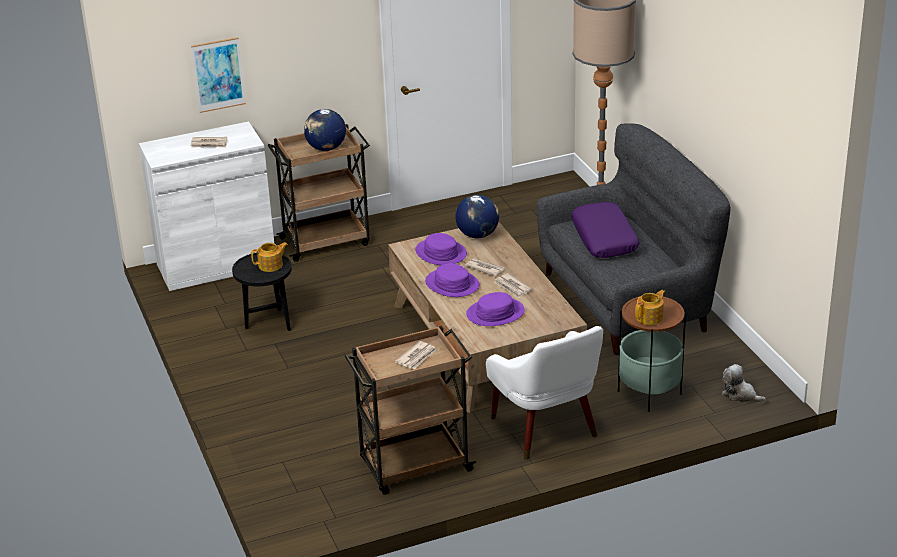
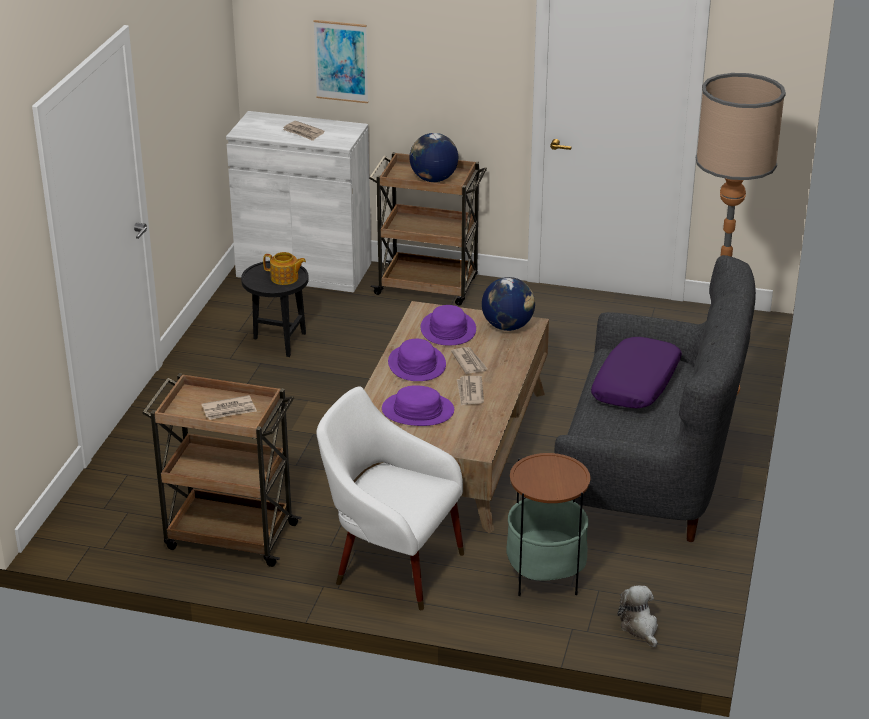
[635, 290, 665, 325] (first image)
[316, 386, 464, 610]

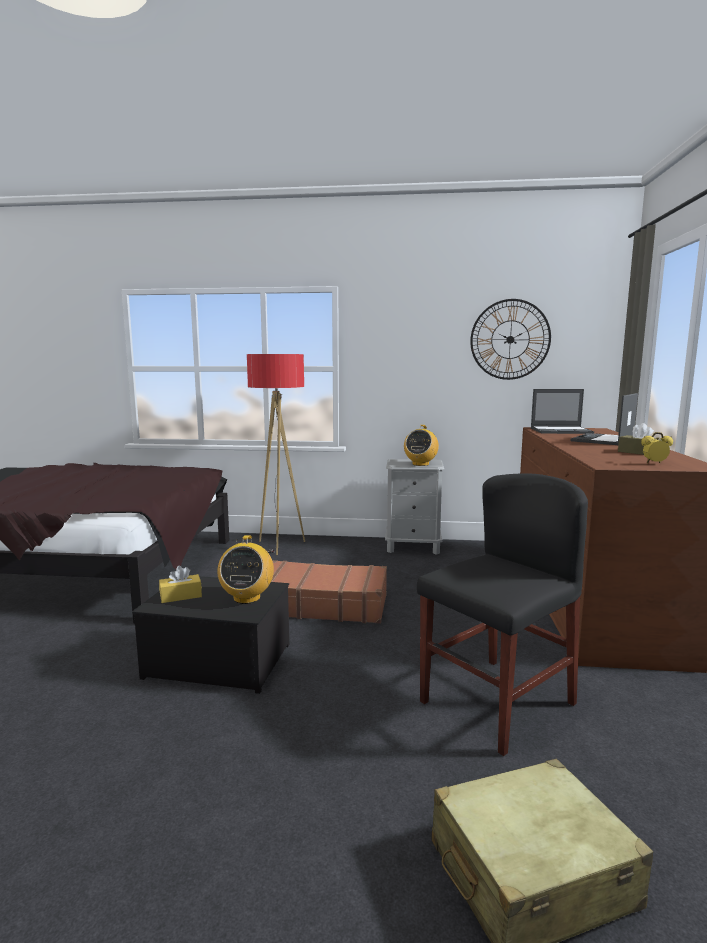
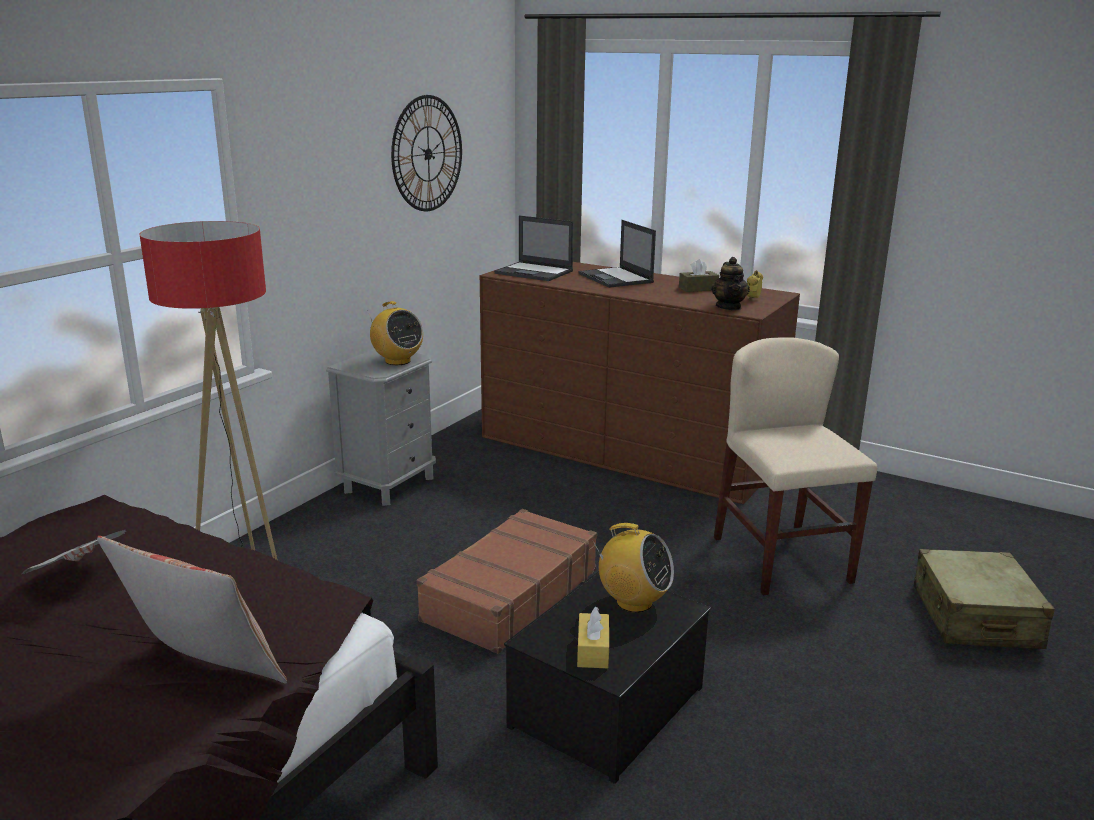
[22, 530, 126, 574]
[97, 536, 287, 684]
[711, 257, 750, 310]
[714, 337, 877, 595]
[494, 215, 574, 281]

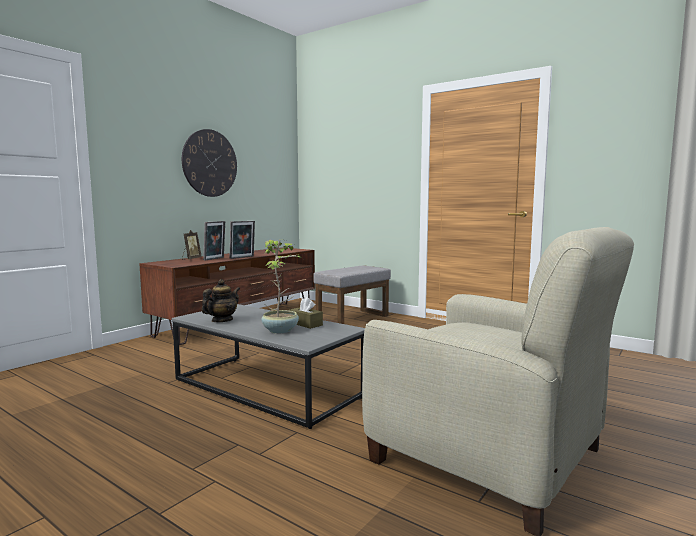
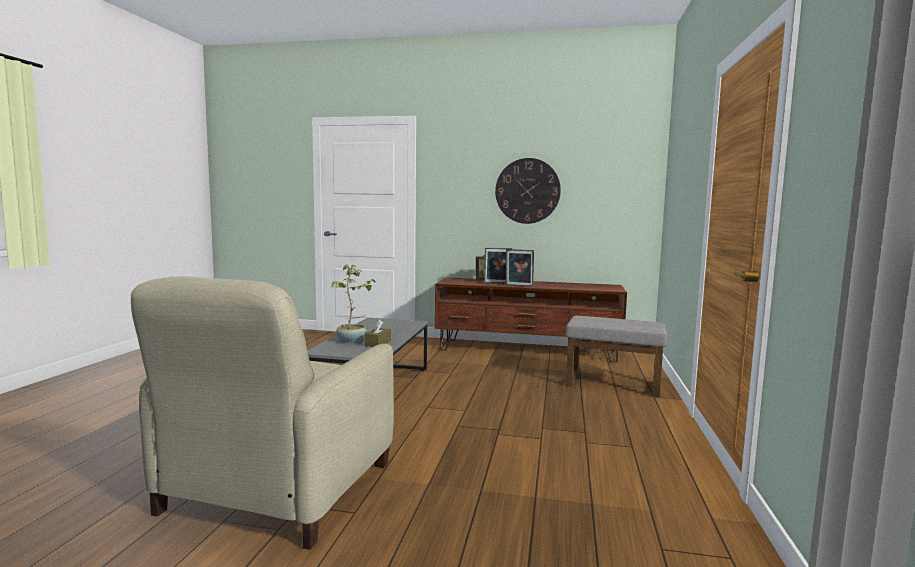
[202, 279, 240, 322] (first image)

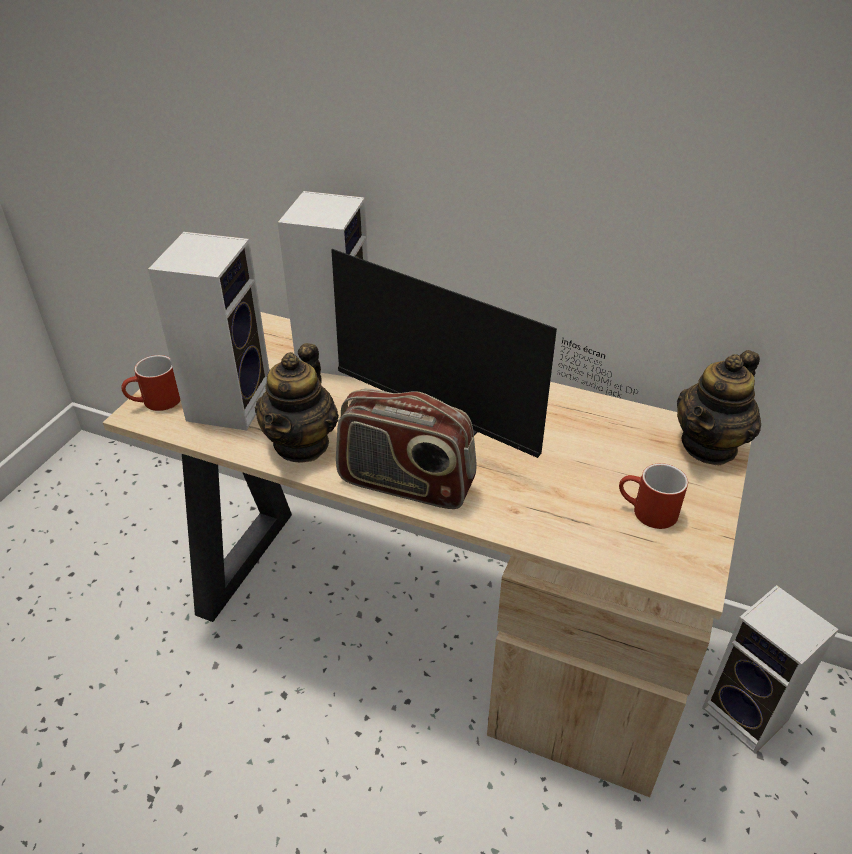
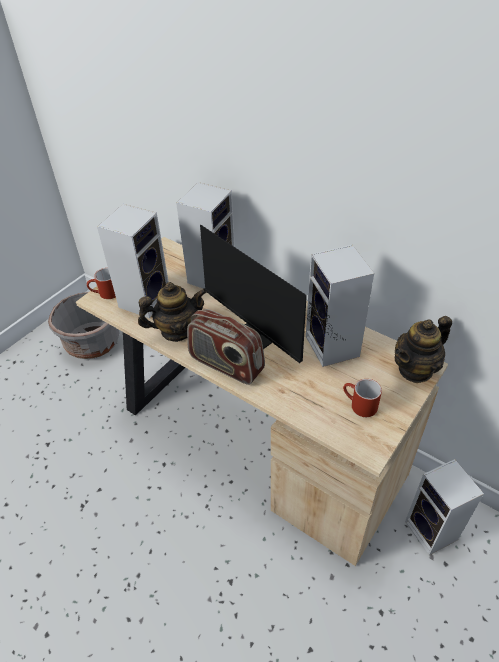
[48, 292, 119, 359]
[306, 245, 374, 367]
[138, 282, 207, 342]

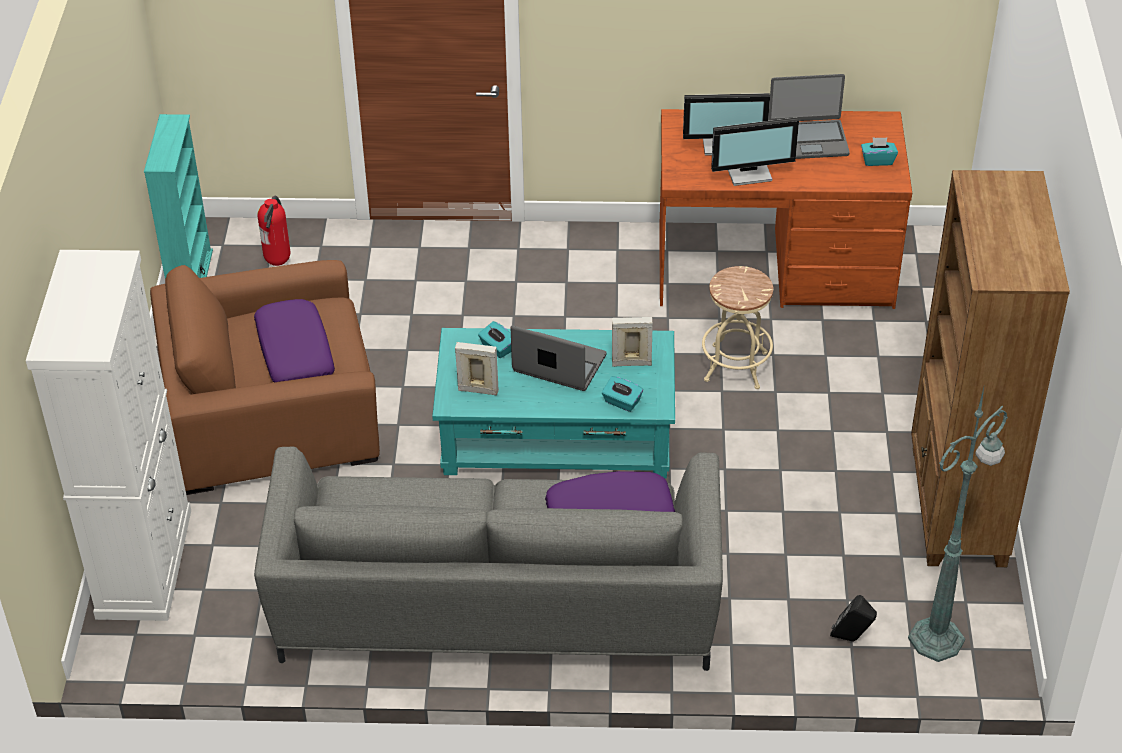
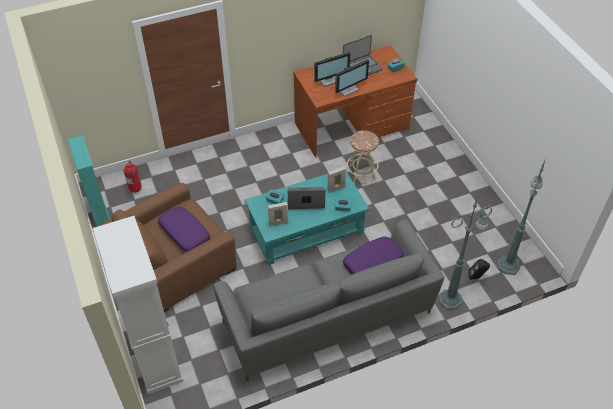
[911, 170, 1070, 567] (first image)
[438, 195, 492, 310]

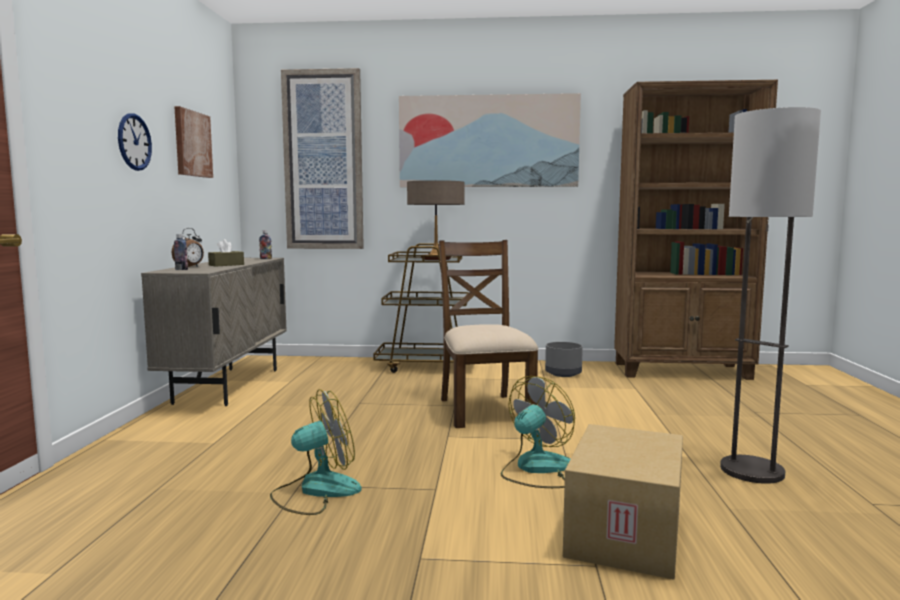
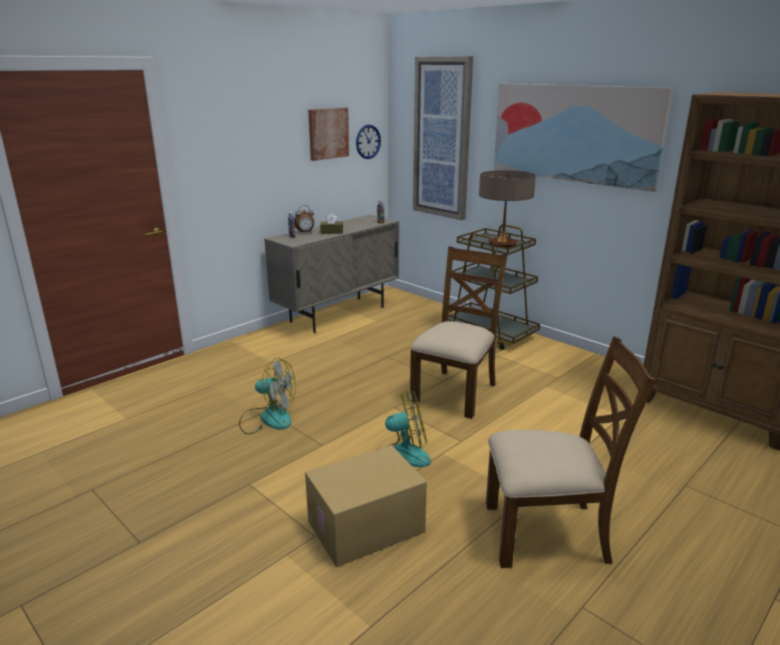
[545, 342, 583, 377] (first image)
[356, 125, 381, 159]
[486, 336, 656, 568]

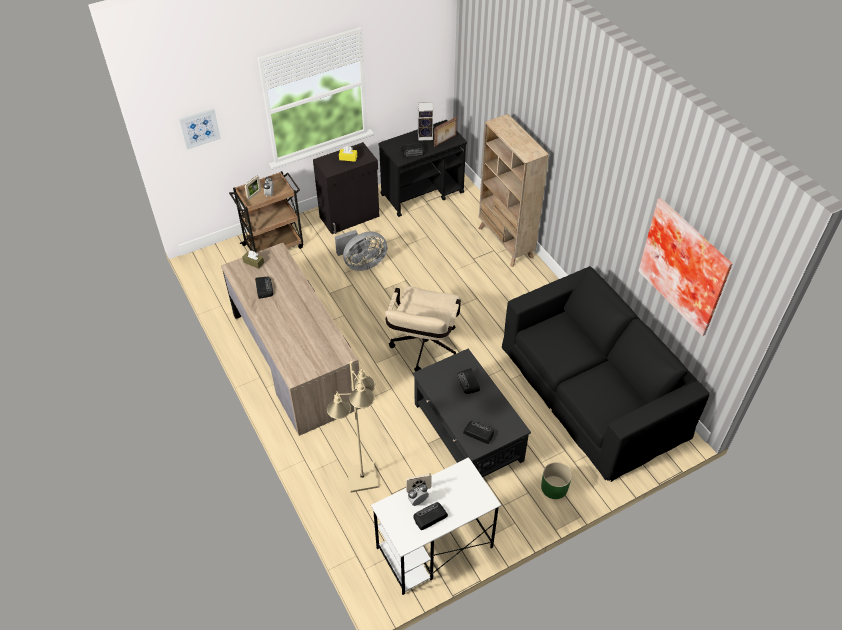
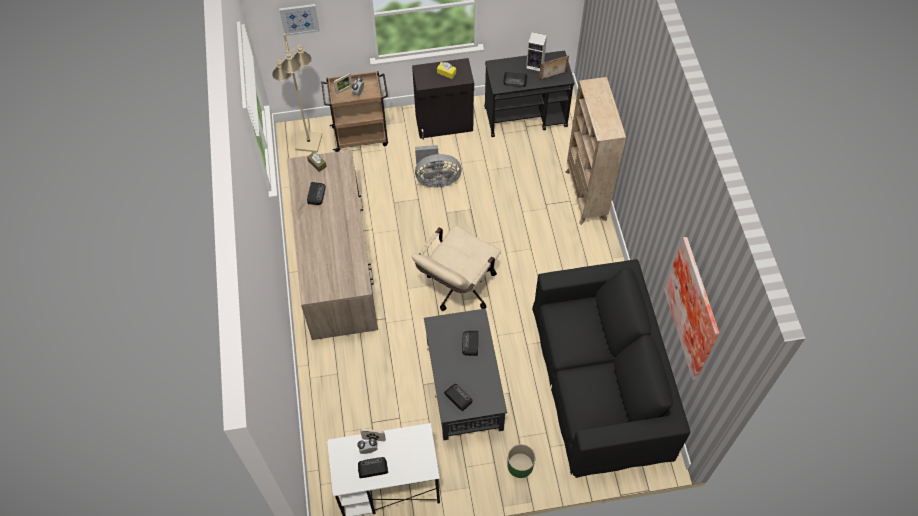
[272, 33, 322, 153]

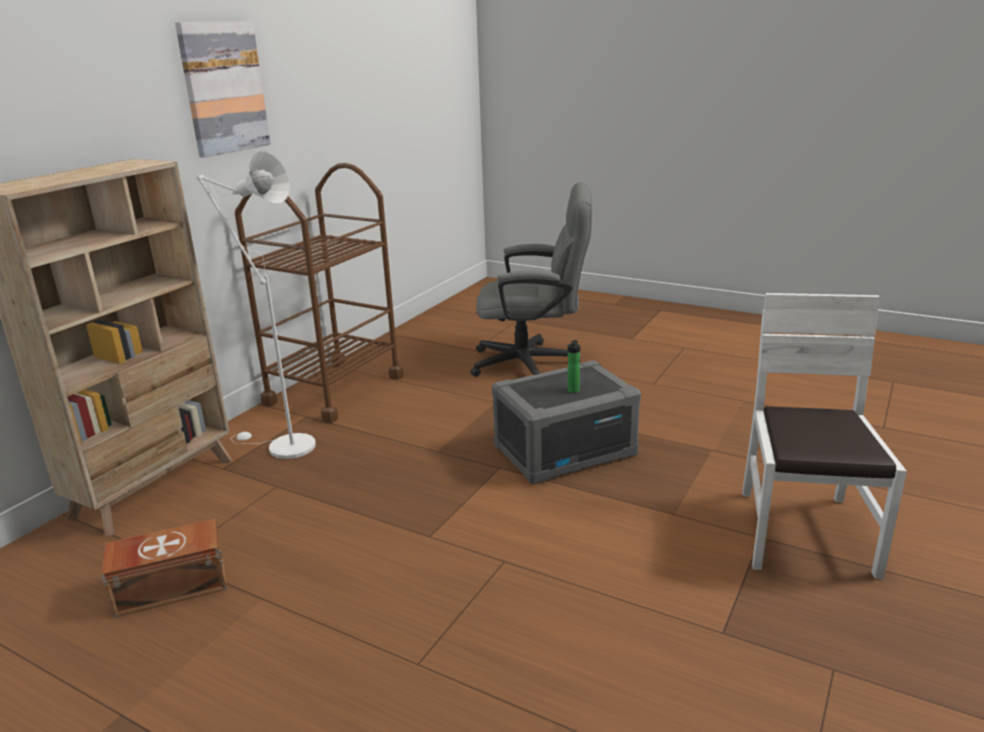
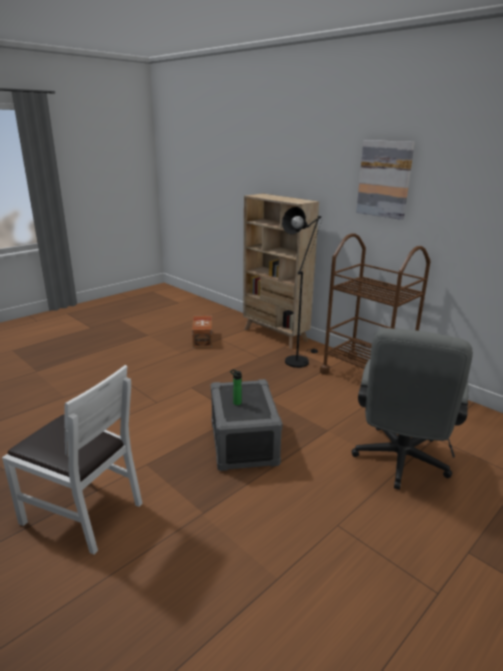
[282, 207, 322, 368]

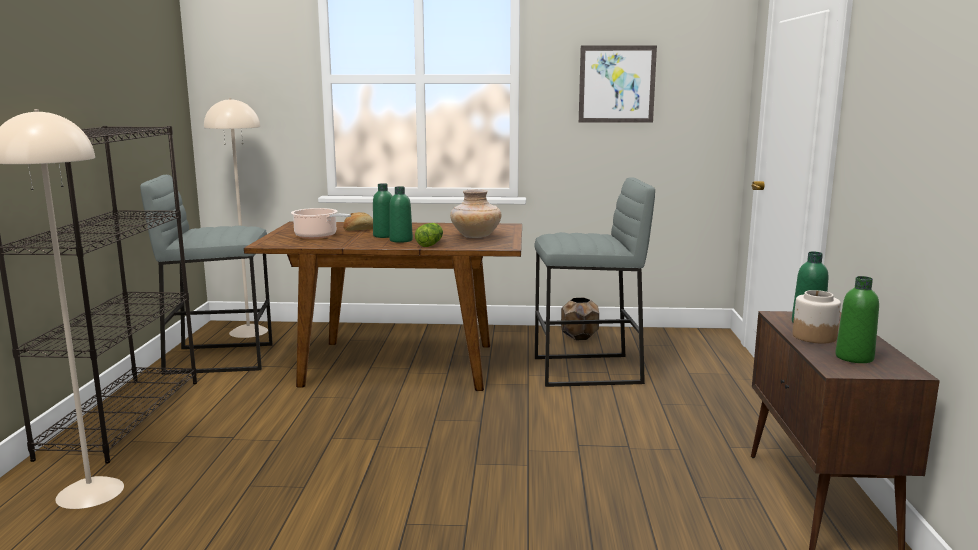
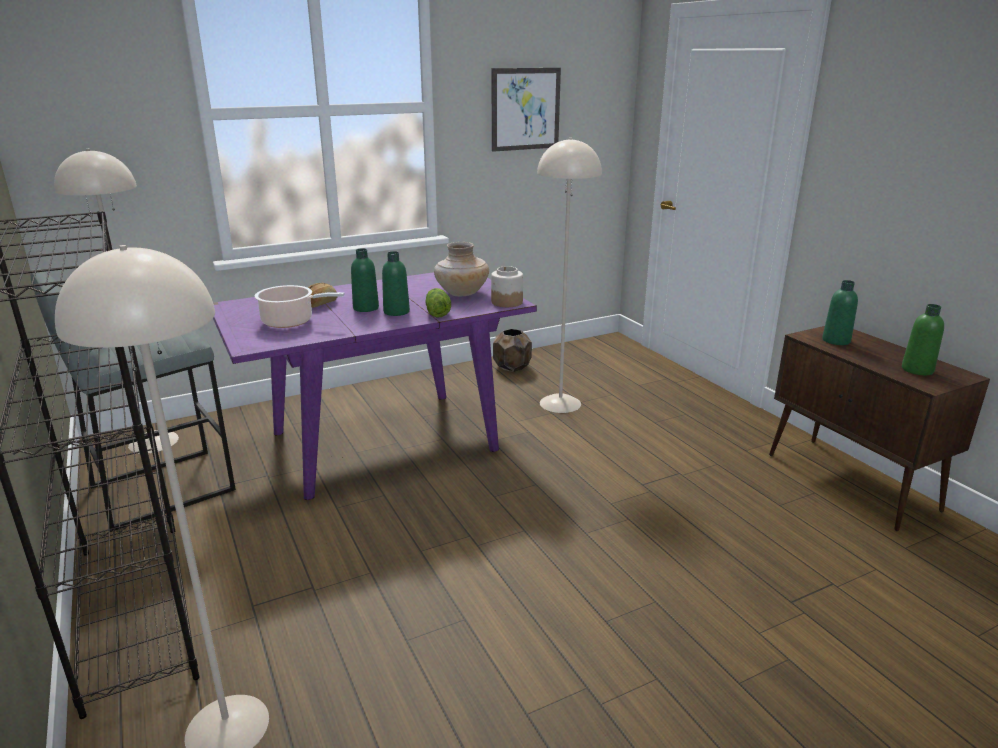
[491, 266, 523, 307]
[537, 138, 602, 413]
[213, 272, 537, 500]

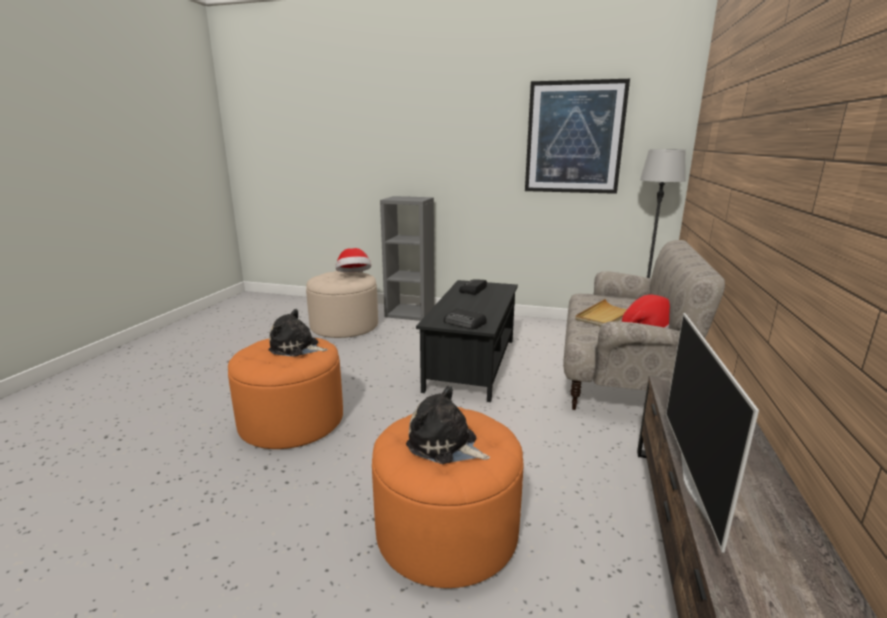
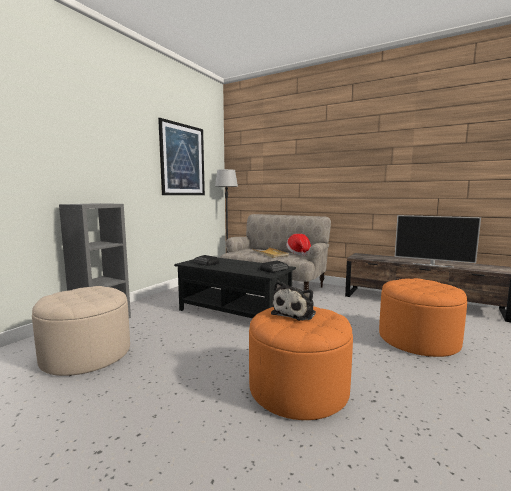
[336, 248, 371, 272] (first image)
[406, 386, 490, 464] (first image)

